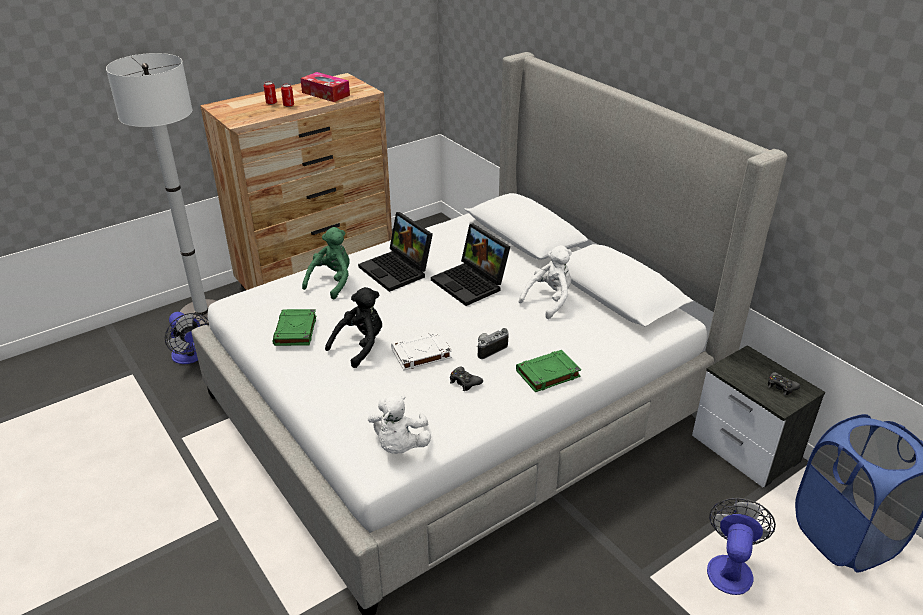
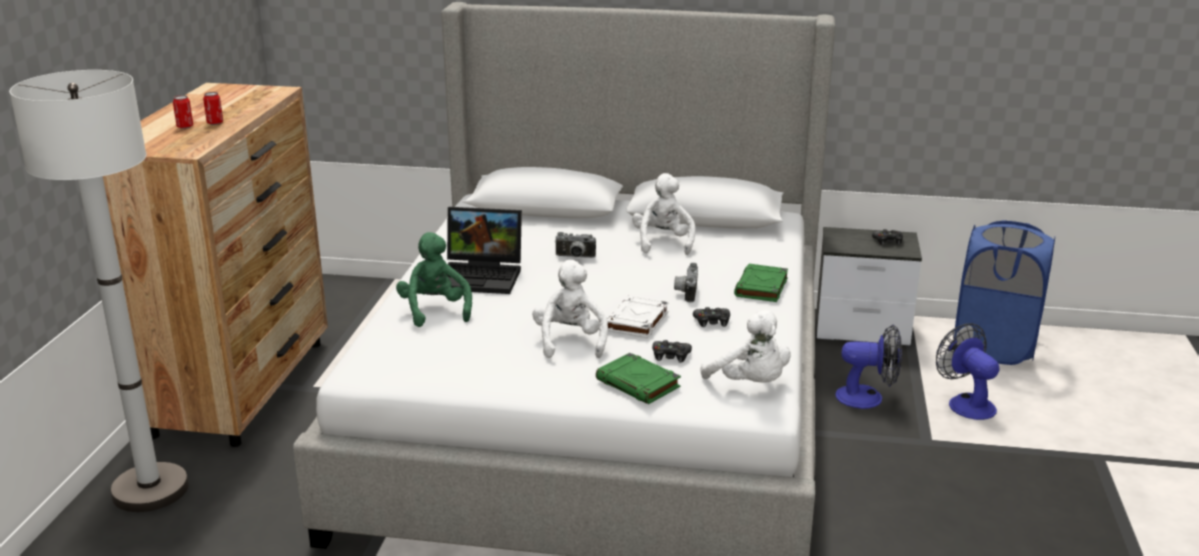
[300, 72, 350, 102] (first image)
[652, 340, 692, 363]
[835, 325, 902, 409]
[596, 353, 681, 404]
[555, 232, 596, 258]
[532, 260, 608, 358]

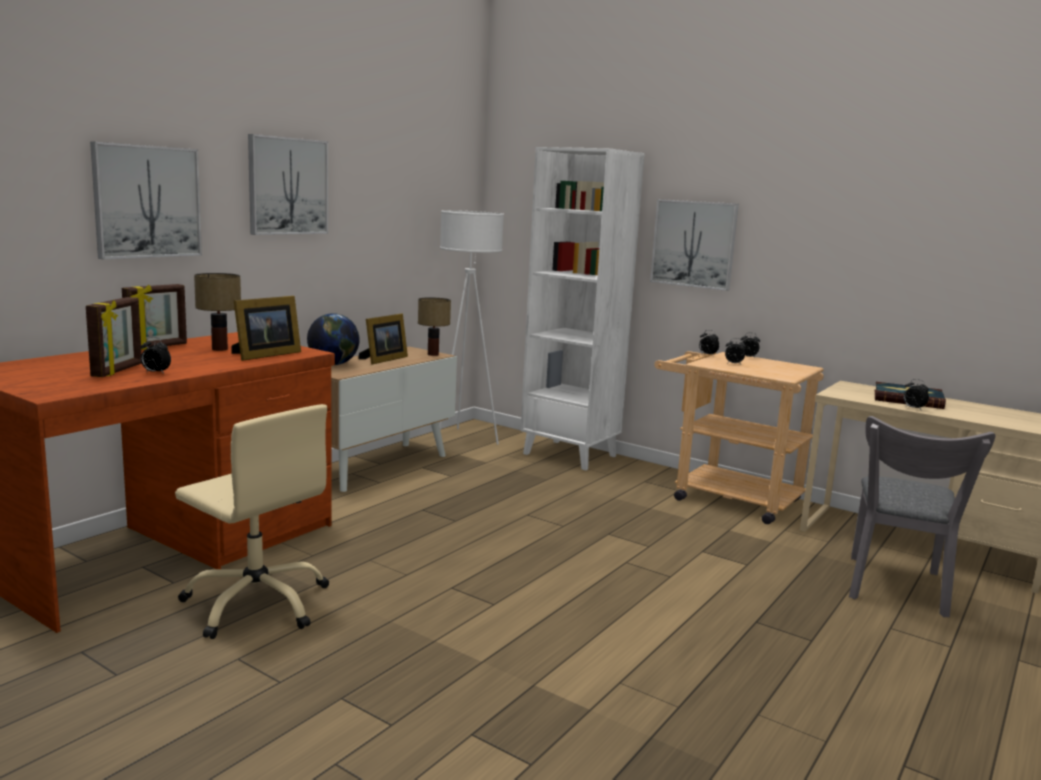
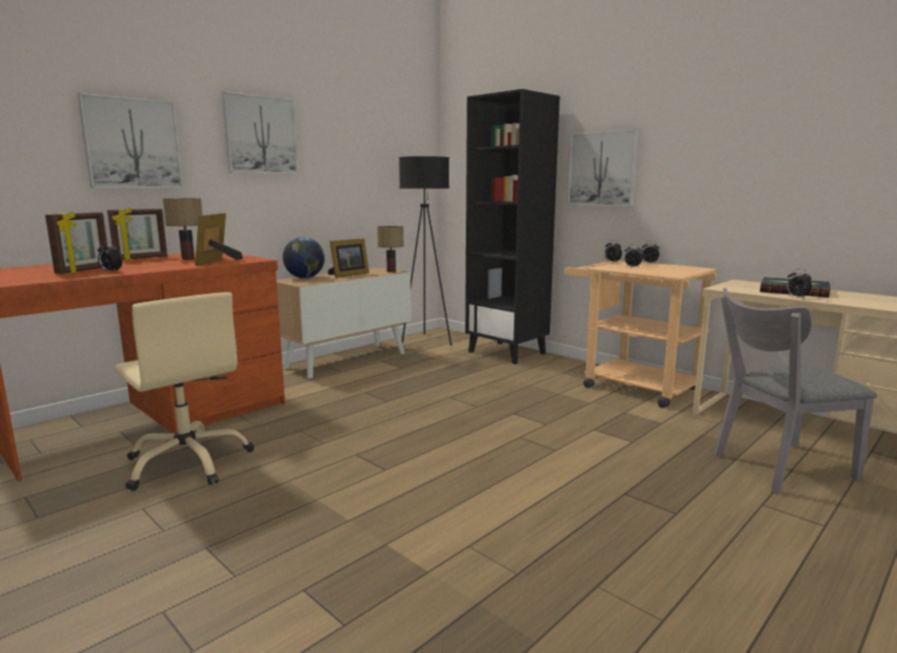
[399, 156, 452, 345]
[465, 89, 560, 364]
[195, 213, 243, 266]
[714, 288, 877, 494]

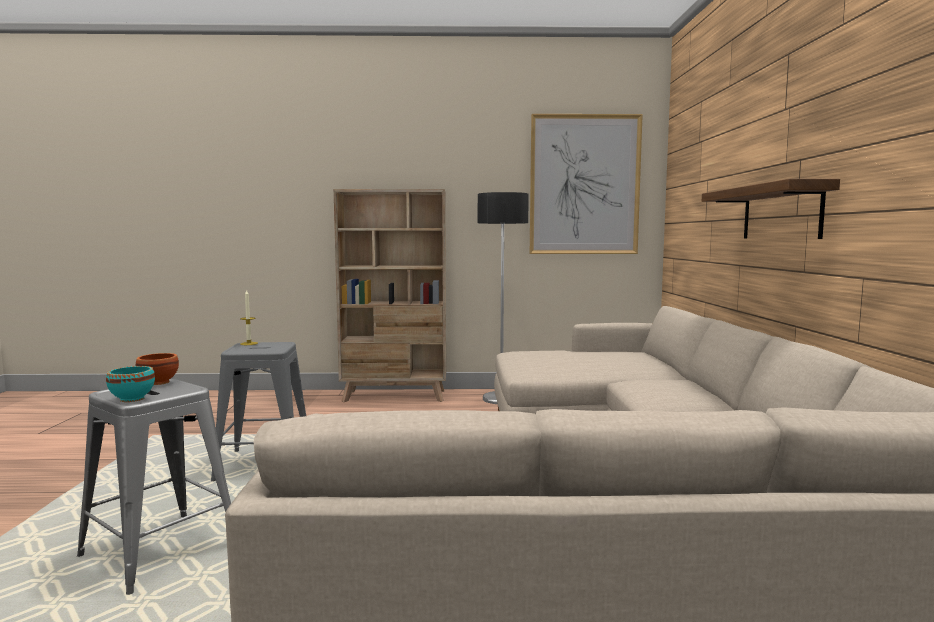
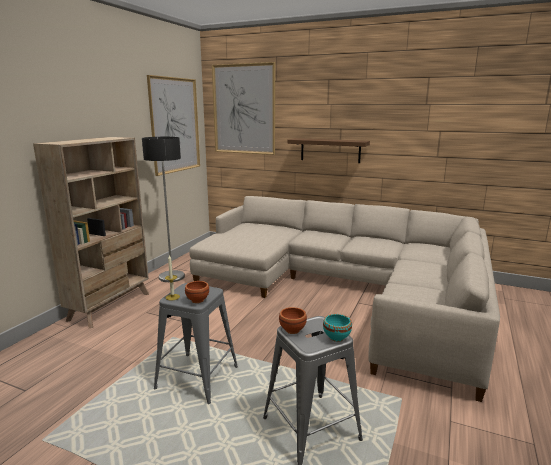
[185, 281, 209, 303]
[212, 62, 275, 155]

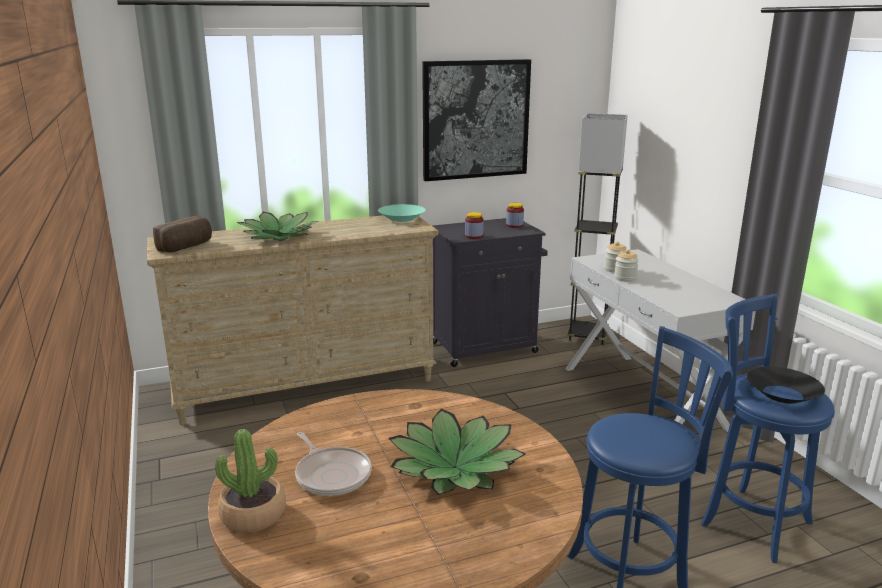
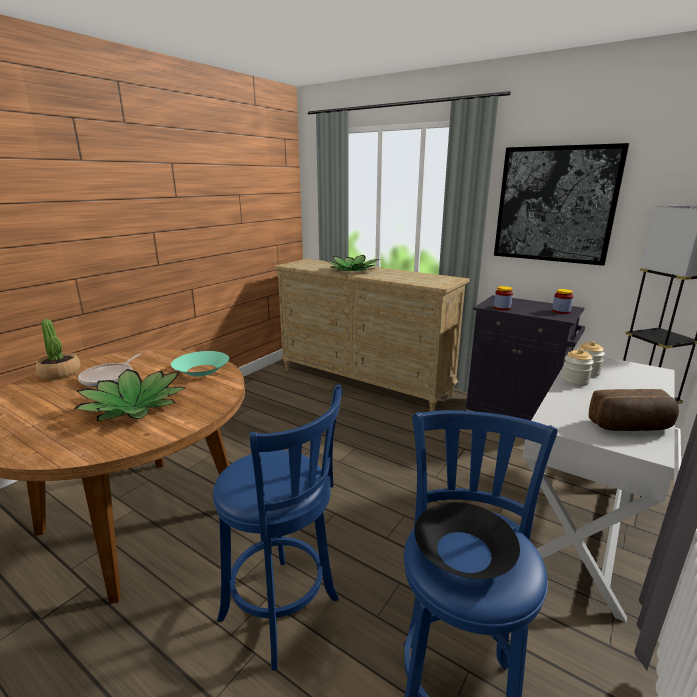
[589, 389, 679, 431]
[171, 351, 229, 377]

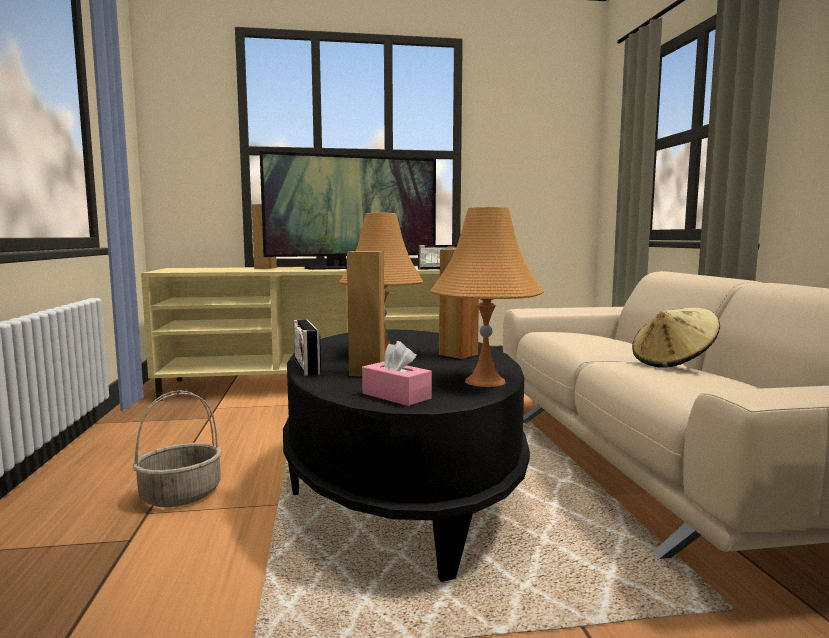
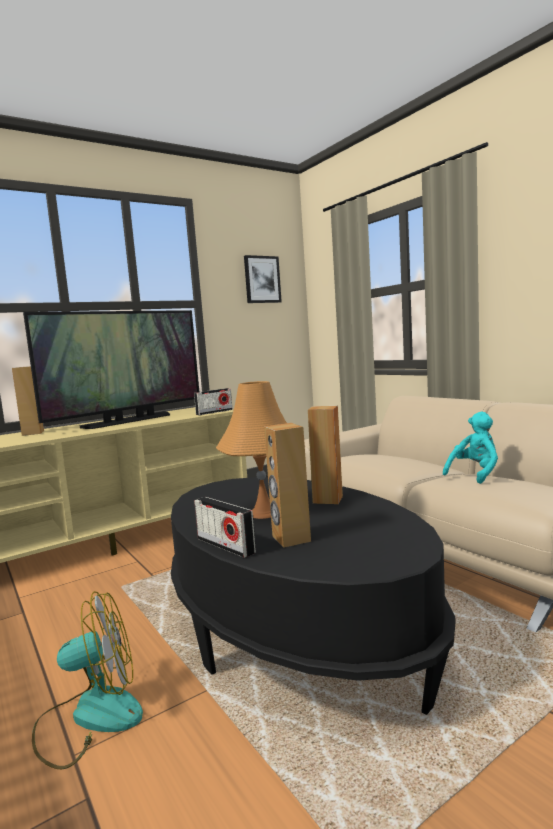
[362, 341, 432, 406] (first image)
[430, 207, 544, 387] (first image)
[244, 255, 282, 303]
[32, 591, 143, 769]
[443, 412, 498, 484]

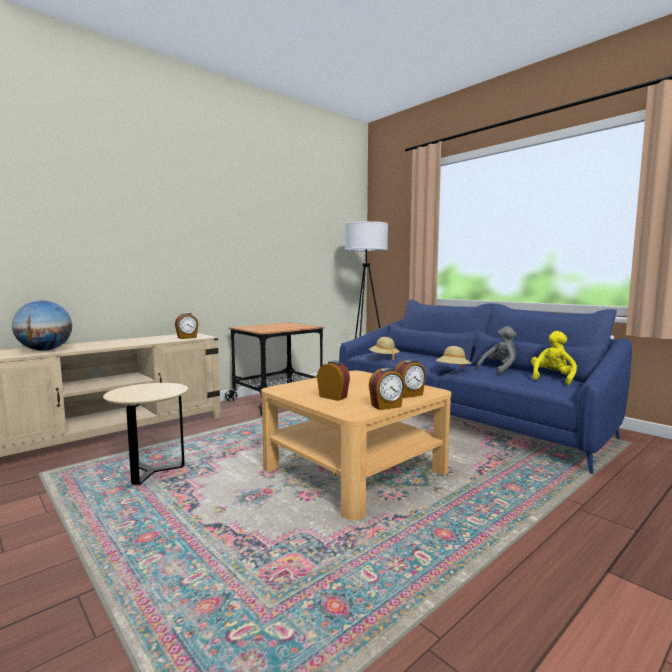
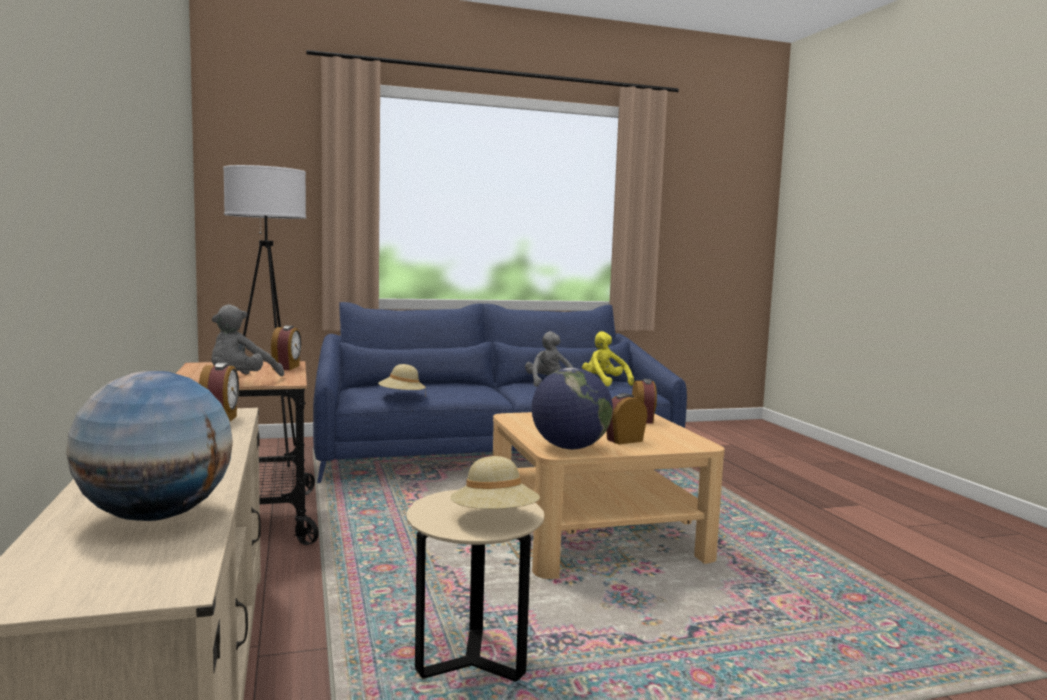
[212, 305, 284, 376]
[532, 368, 613, 449]
[271, 326, 301, 370]
[450, 456, 540, 509]

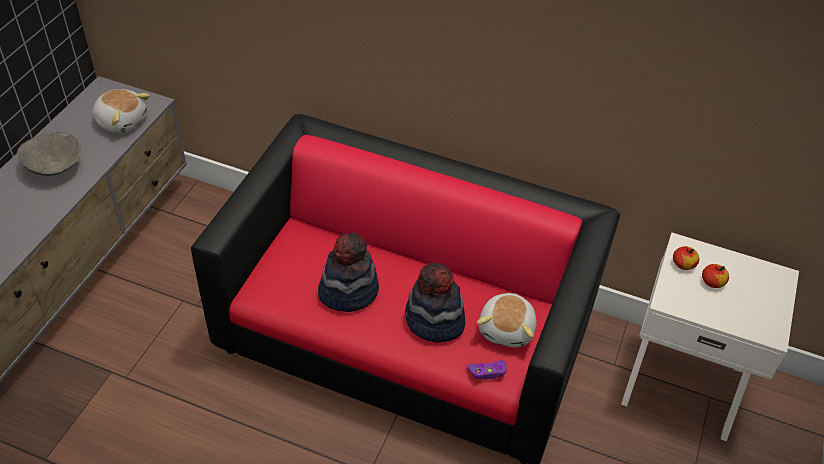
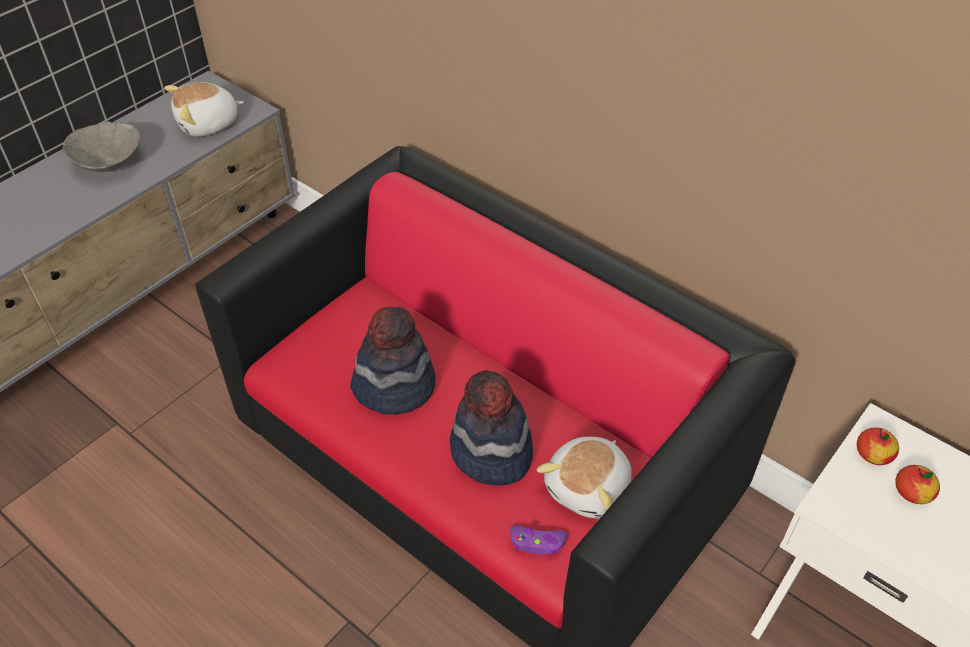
[164, 82, 244, 137]

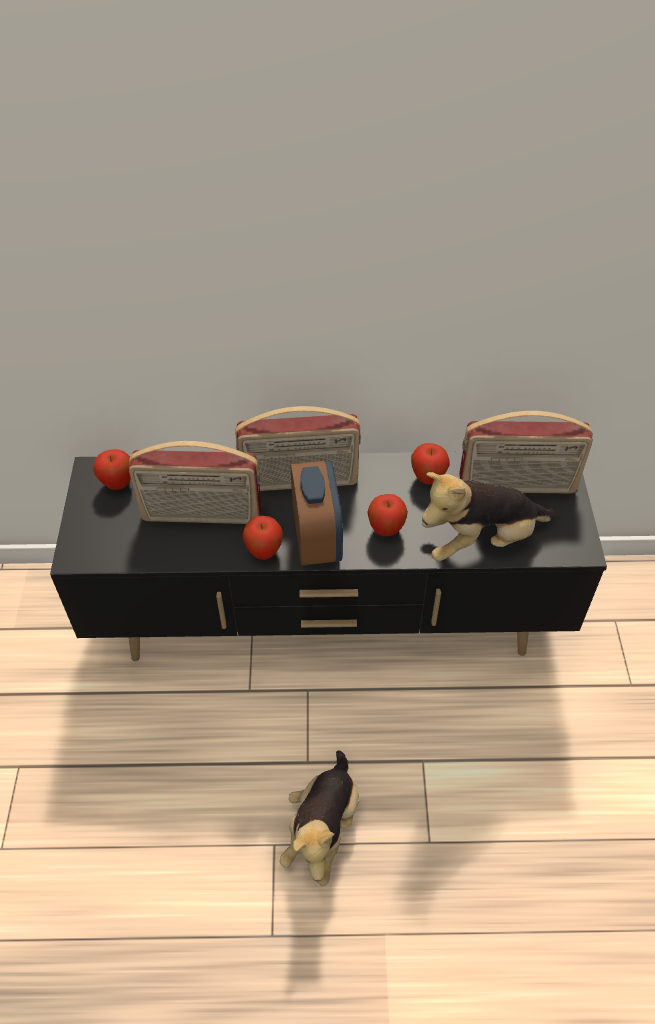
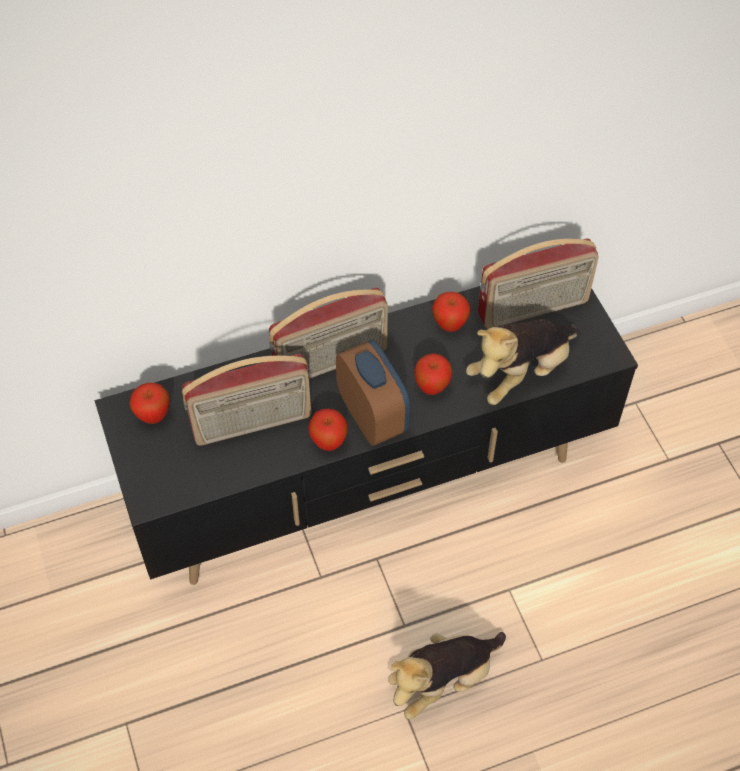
[388, 632, 506, 719]

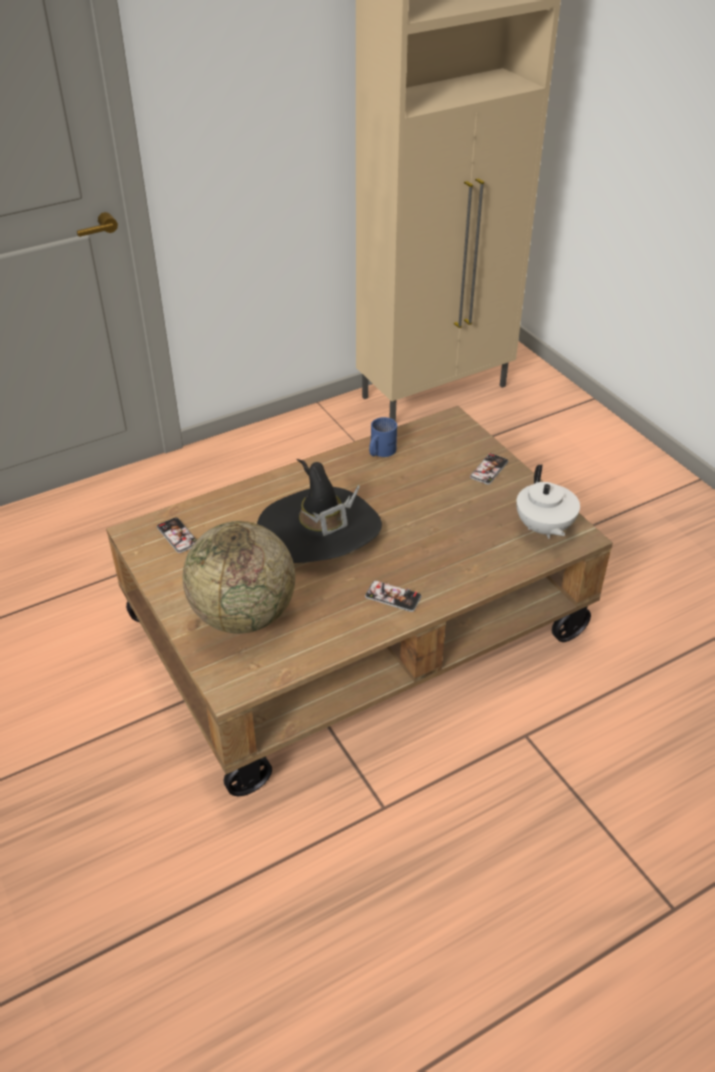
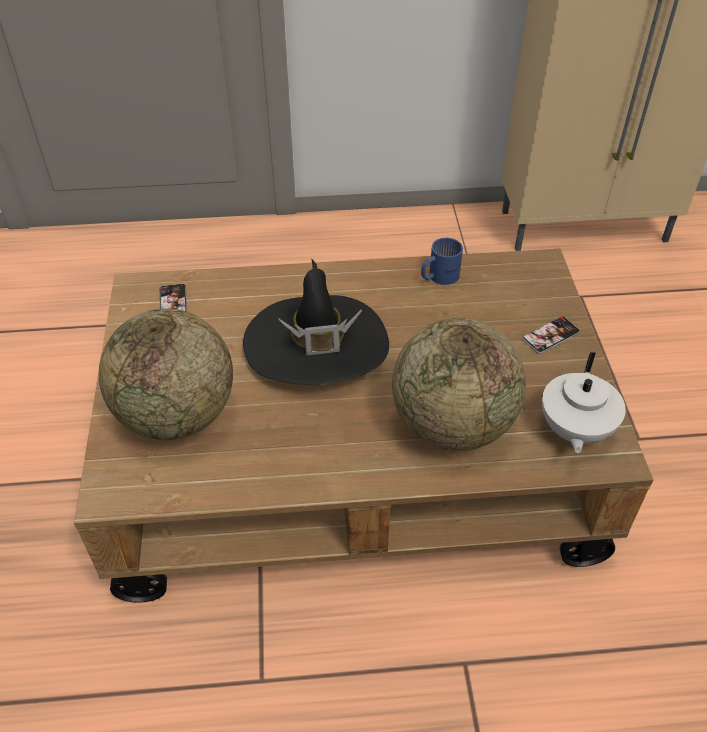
[365, 580, 422, 612] (first image)
[392, 318, 526, 451]

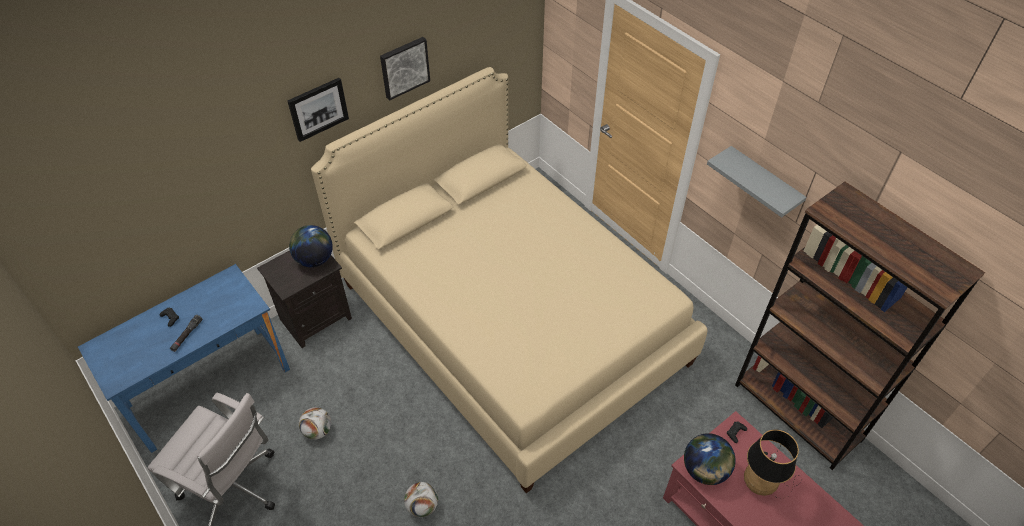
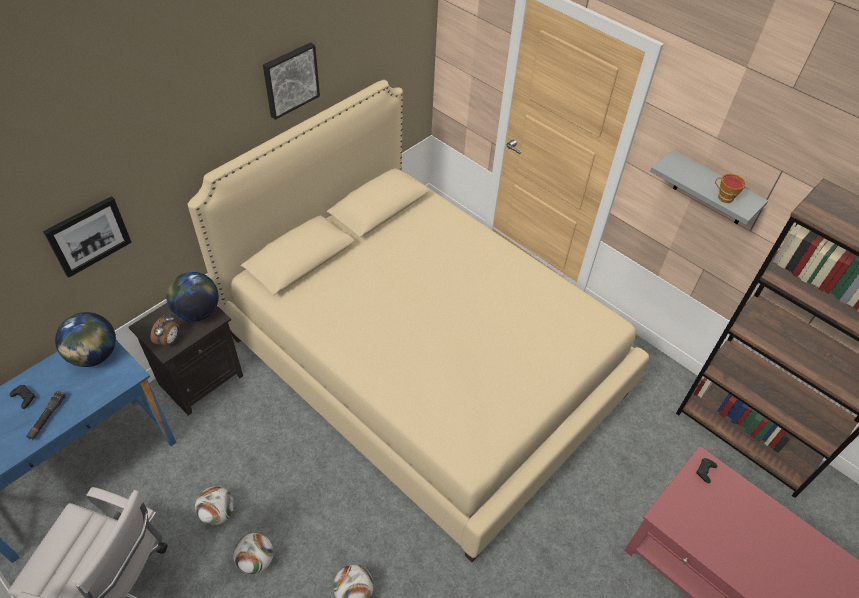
[744, 430, 799, 498] (first image)
[151, 314, 179, 347]
[233, 533, 273, 574]
[715, 174, 746, 203]
[43, 196, 132, 278]
[55, 312, 116, 367]

